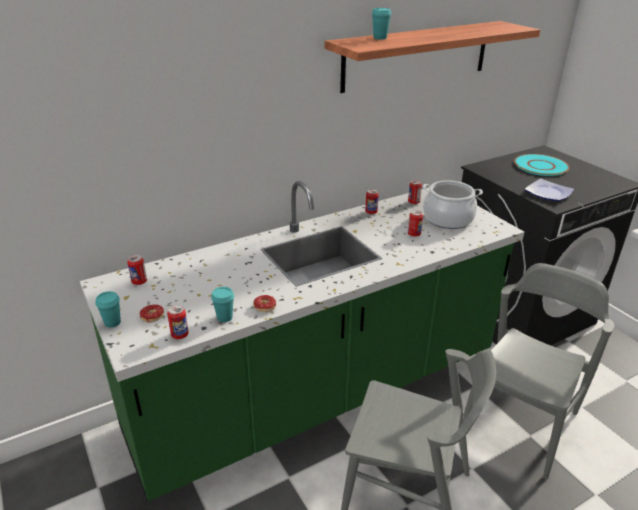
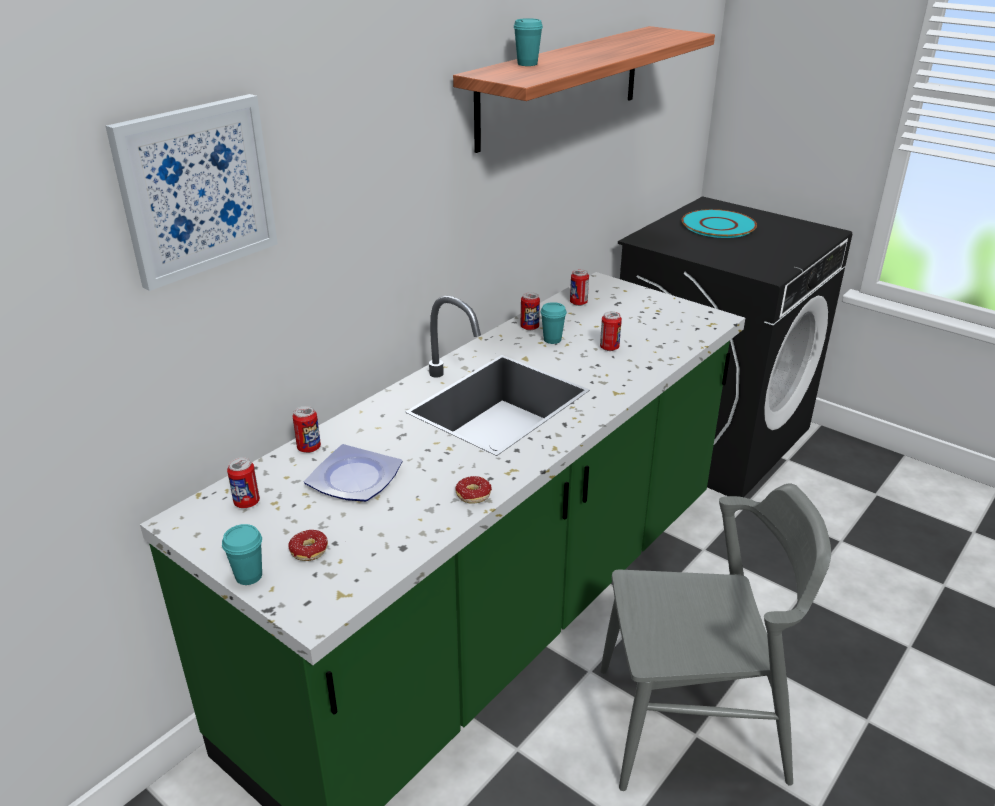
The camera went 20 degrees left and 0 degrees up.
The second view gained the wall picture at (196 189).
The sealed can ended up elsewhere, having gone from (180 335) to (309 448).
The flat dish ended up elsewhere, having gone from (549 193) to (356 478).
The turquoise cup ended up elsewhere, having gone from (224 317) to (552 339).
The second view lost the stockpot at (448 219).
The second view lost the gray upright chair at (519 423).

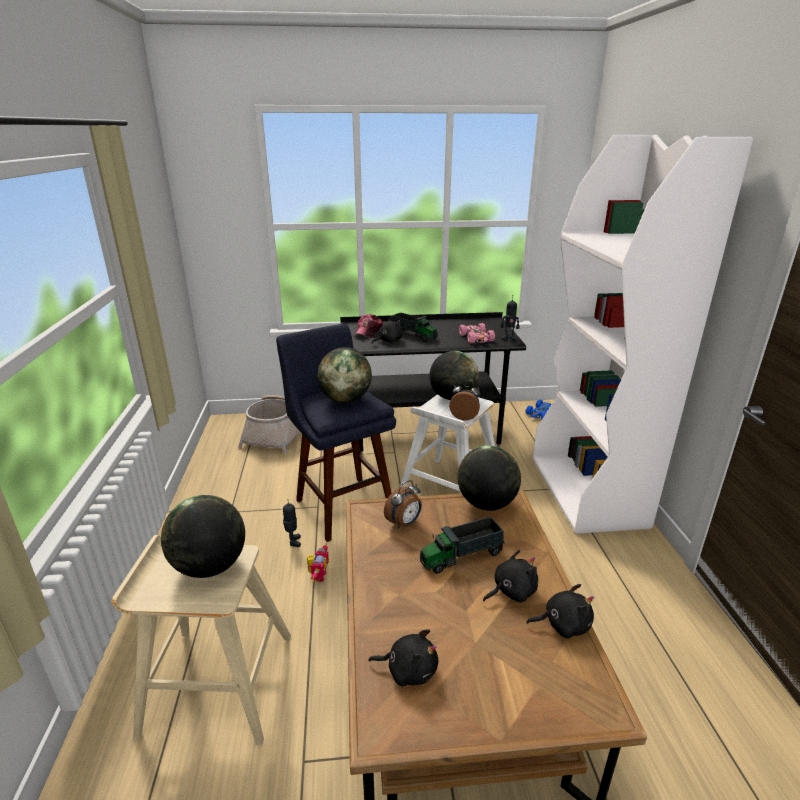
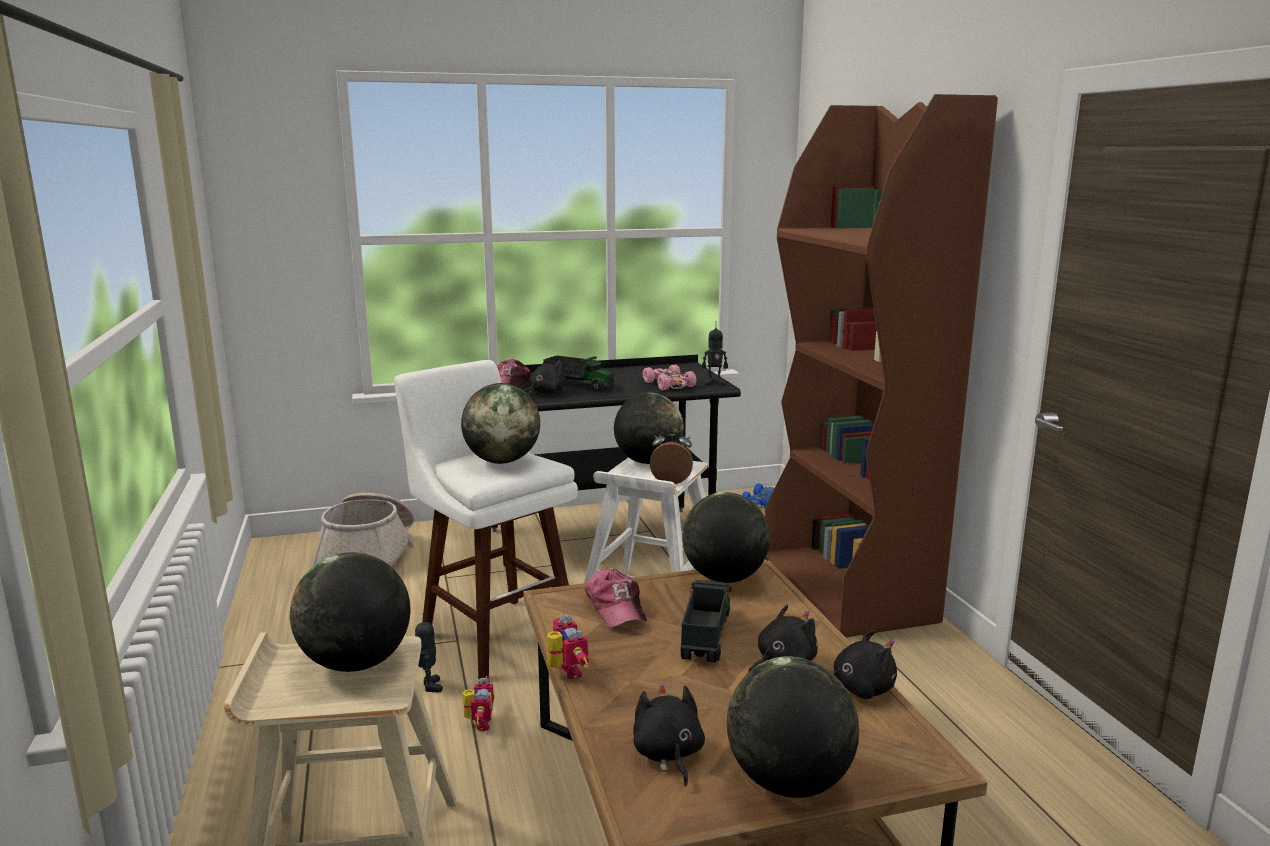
The camera went 10 degrees left and 10 degrees down.
What was the blue stool at (342 504) turned into the white-coloured stool at (494 633).
The second view gained the toy robot at (565 672).
Where the table clock stood at (404 523), the cap came to stand at (616 608).
The blackish plush toy at (409 670) ended up facing another way, 105 degrees counterclockwise from before.
The model truck at (461 556) ended up facing another way, 135 degrees clockwise from before.
The second view gained the world globe at (789 782).
What was the white-coloured bookshelf at (588 492) turned into the brown bookshelf at (847 589).

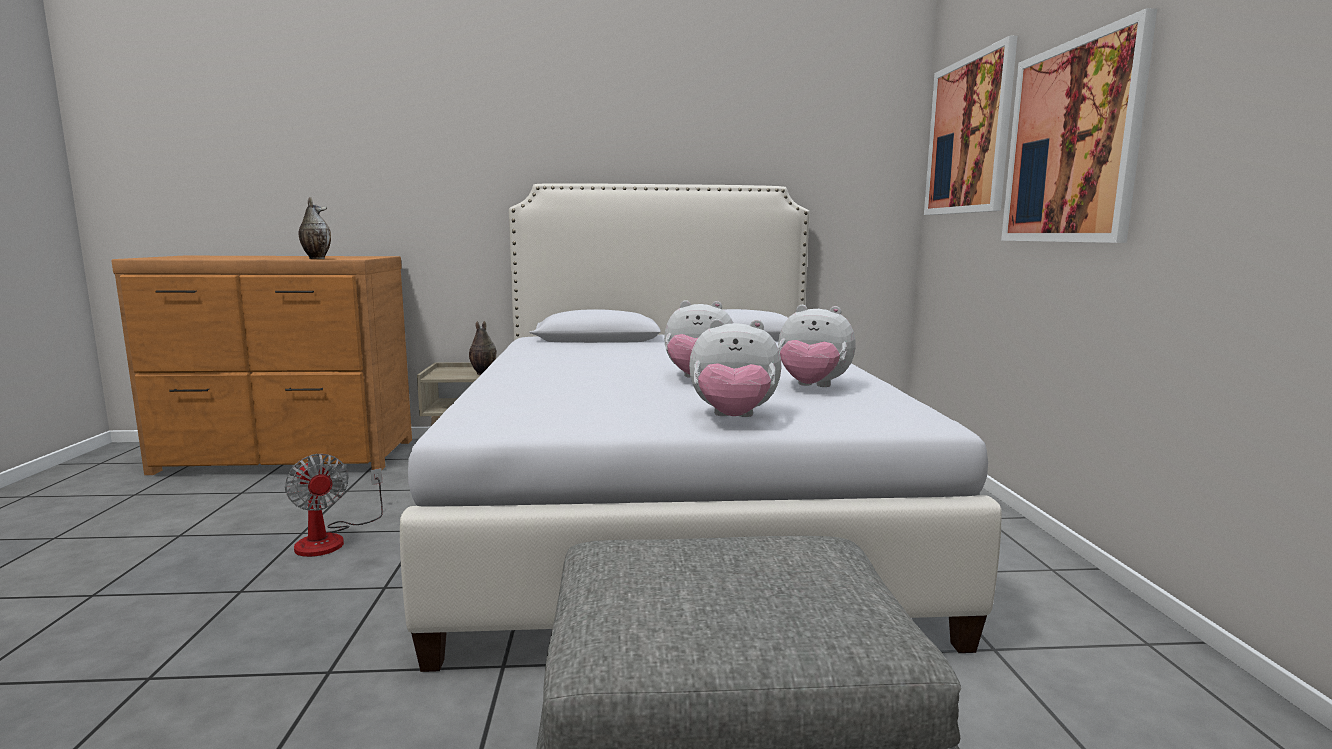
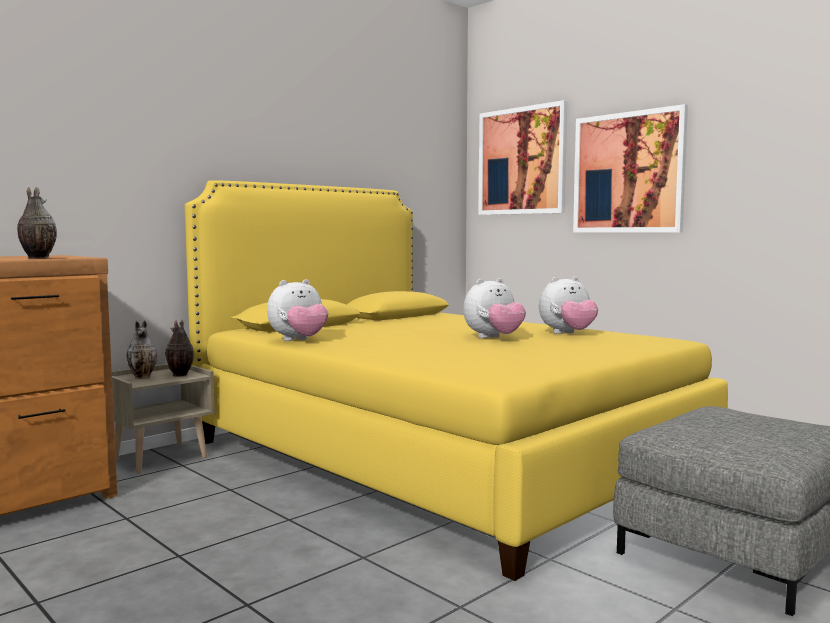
The camera went 40 degrees left and 5 degrees down.
The second view gained the vase at (143 377).
What was the white-coloured sleeping bed at (673 510) turned into the yellow-coloured sleeping bed at (438 456).
The plush toy ended up elsewhere, having gone from (733 418) to (299 340).
The second view lost the fan at (331 539).

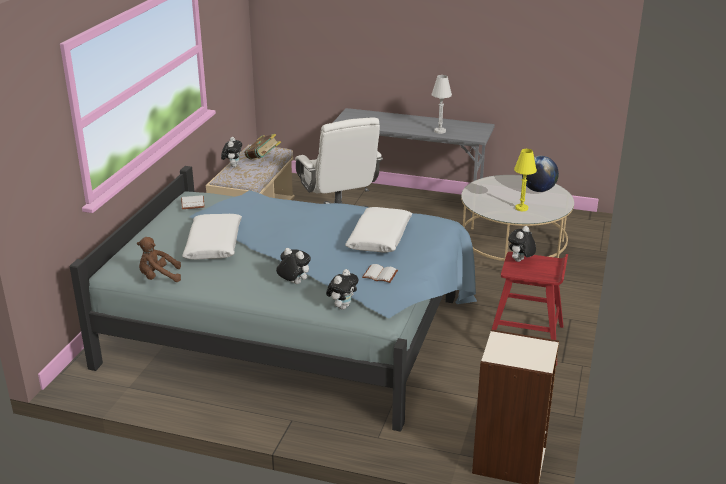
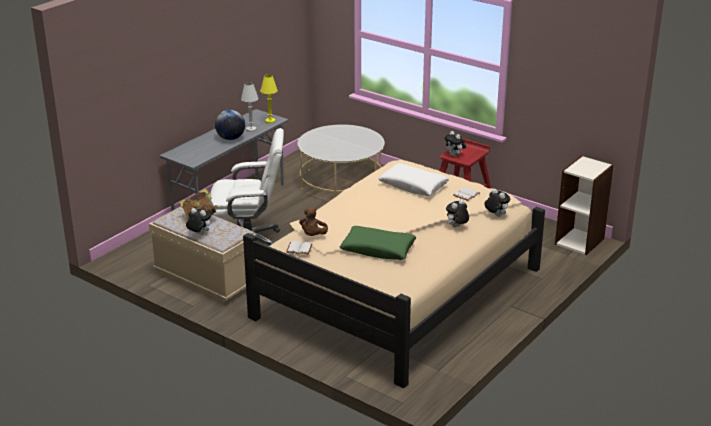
The camera went 70 degrees left and 0 degrees up.
The world globe ended up elsewhere, having gone from (538 190) to (230 138).
What was the blue sleeping bed at (294 326) turned into the beige sleeping bed at (395 287).
The yellow-coloured tabletop lamp ended up elsewhere, having gone from (521 208) to (270 121).
The brown plush toy ended up elsewhere, having gone from (159 277) to (313 235).
What was the white-coloured pillow at (214 244) turned into the green pillow at (378 249).

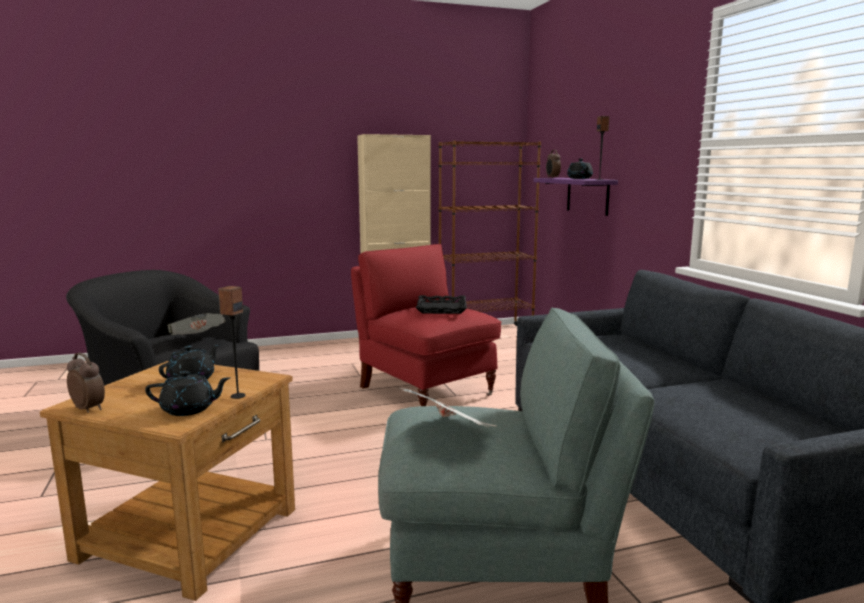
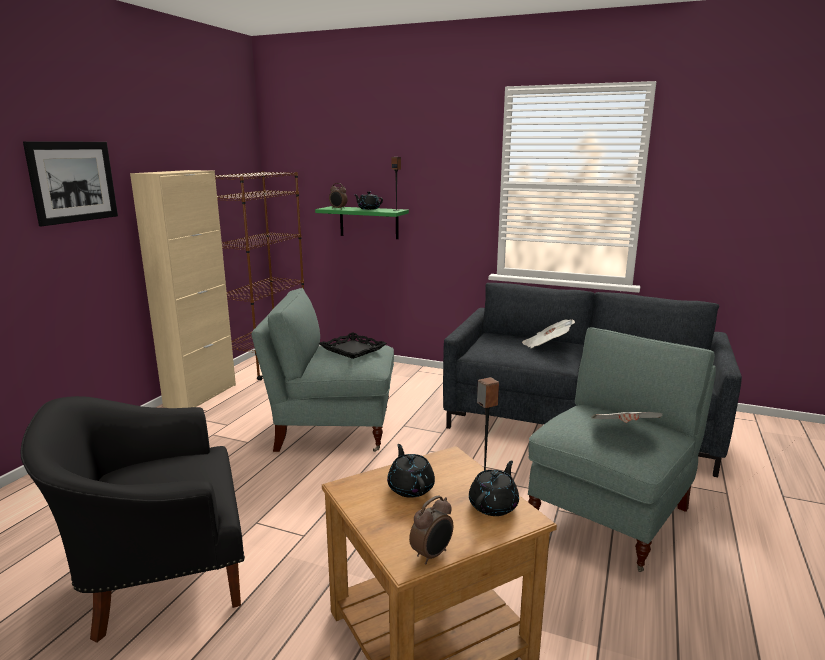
The camera went 50 degrees left and 5 degrees up.
The second view gained the wall picture at (73 182).
What was the red-coloured easy chair at (425 391) turned into the gray easy chair at (332 430).
What was the purplish bracket shelf at (587 195) turned into the green bracket shelf at (369 222).
The table clock at (89 409) ended up facing another way, 150 degrees clockwise from before.
The newspaper ended up elsewhere, having gone from (198 340) to (546 346).

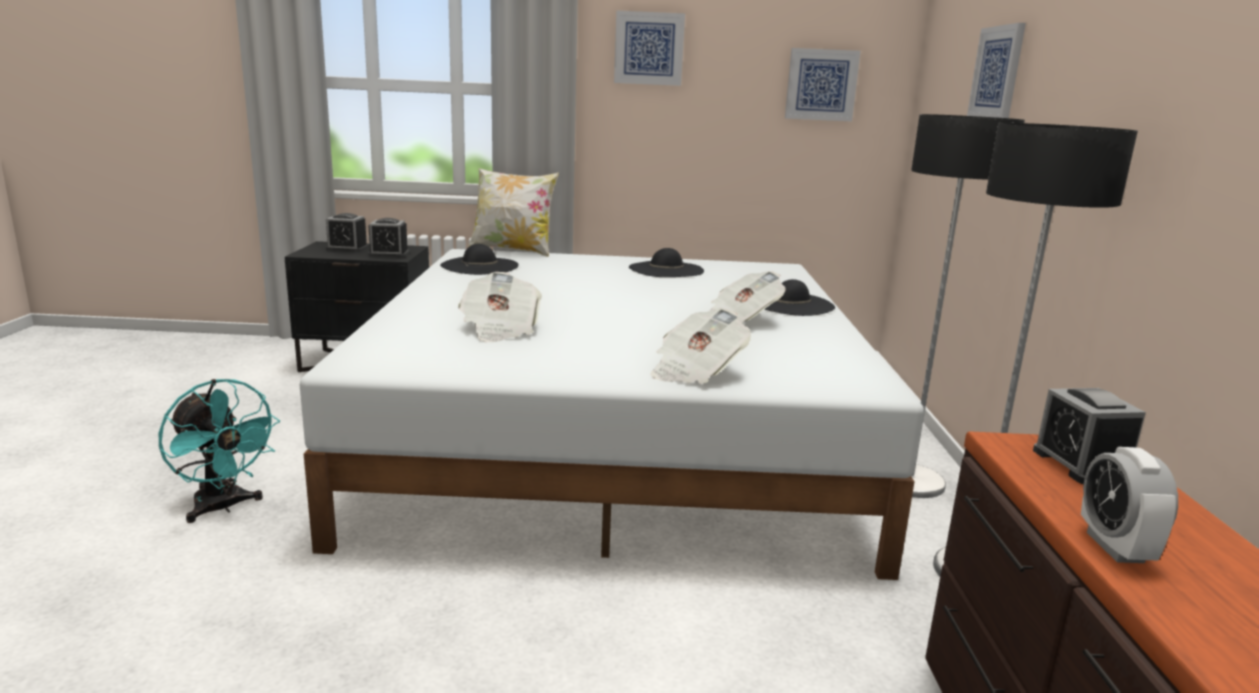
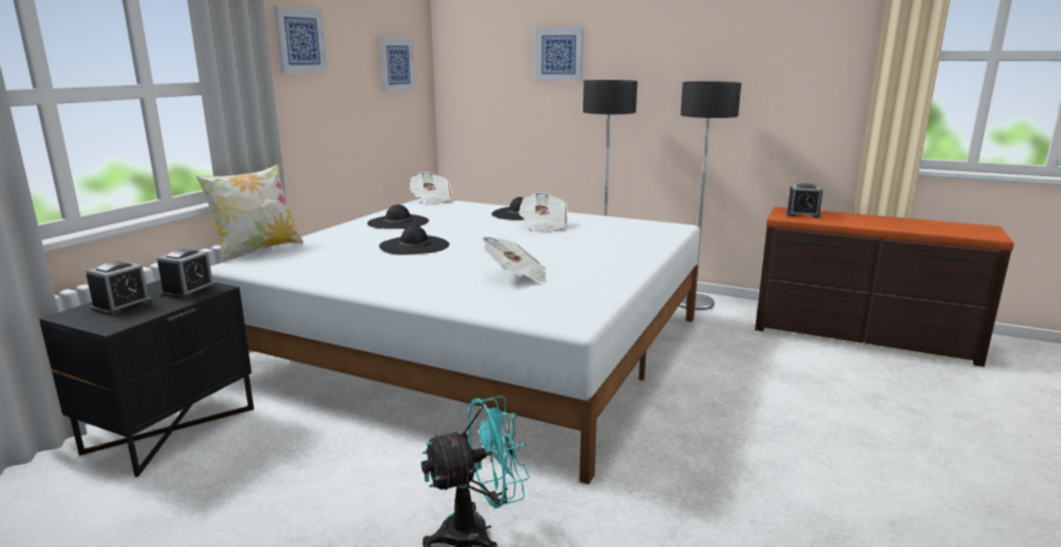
The camera went 65 degrees left and 0 degrees up.
The blackish hat ended up elsewhere, having gone from (479 266) to (414 245).
The newspaper ended up elsewhere, having gone from (695 372) to (431 201).
The second view lost the table clock at (1115 547).

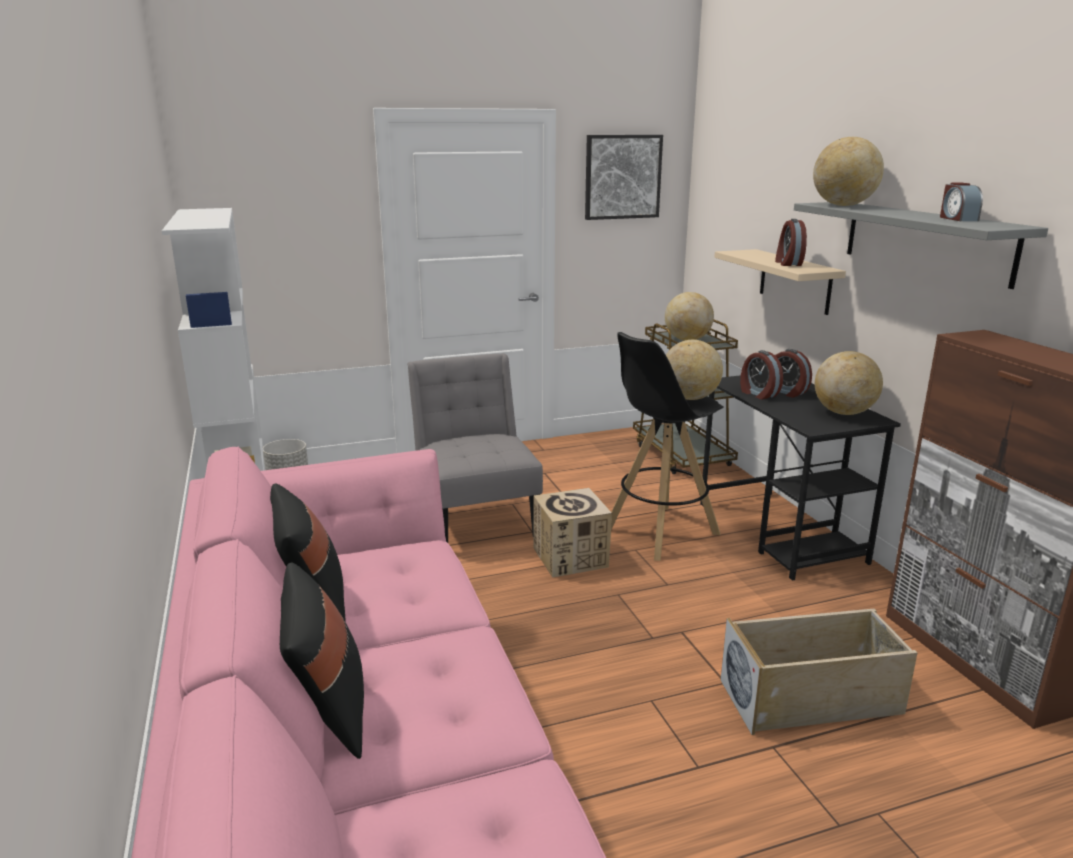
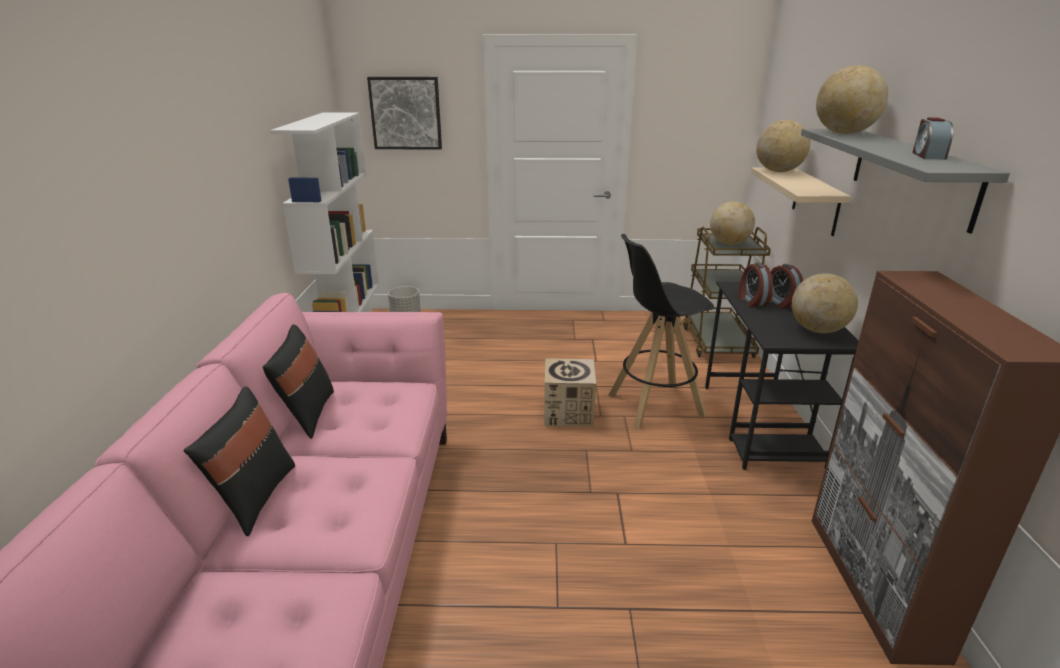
The camera went 20 degrees right and 5 degrees up.
The wall picture ended up elsewhere, having gone from (622 177) to (406 113).
The world globe ended up elsewhere, having gone from (690 398) to (778 171).
The second view lost the gray upright chair at (476 519).
The second view lost the beige storage bin at (811 697).
The second view lost the table clock at (788 263).

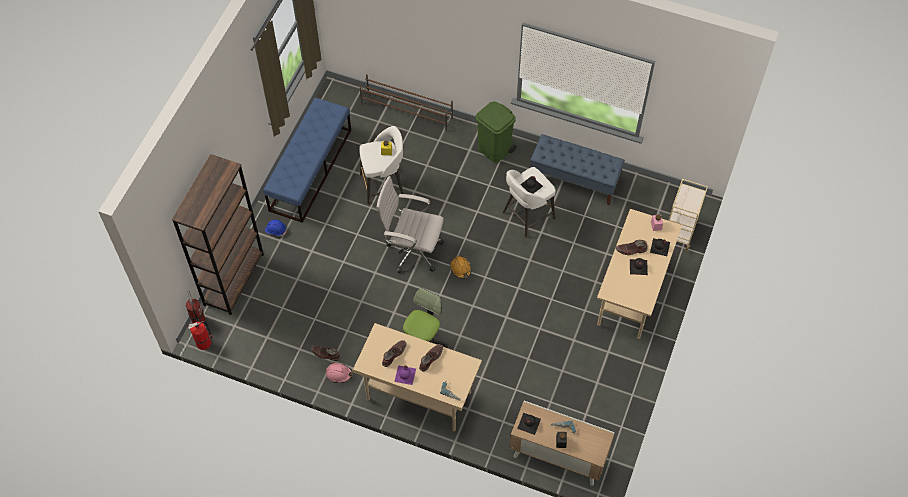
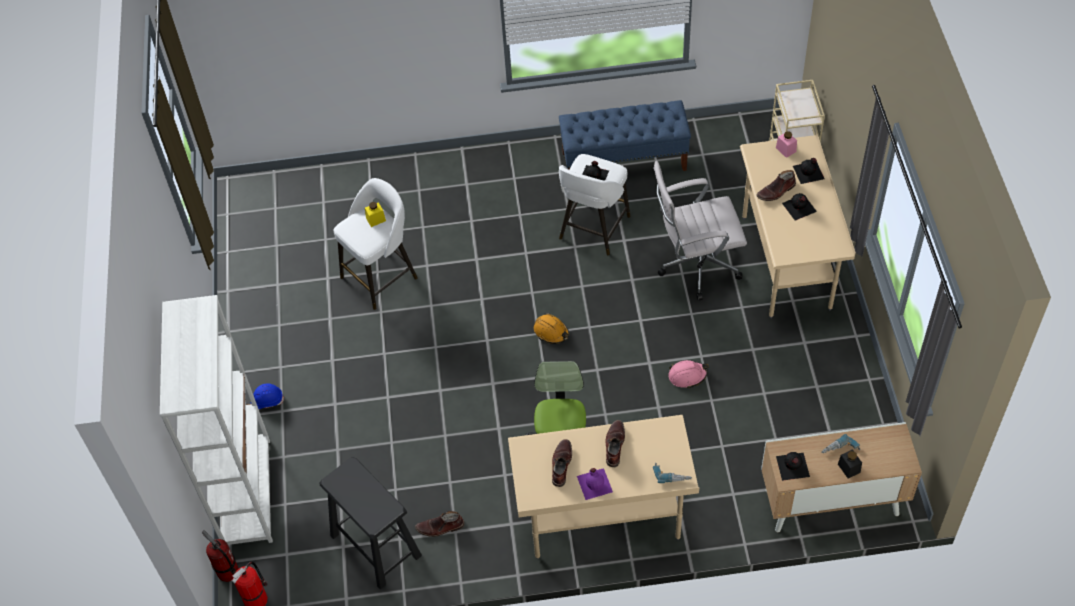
The camera went 25 degrees left and 5 degrees down.
What was the brown bookshelf at (234 279) turned into the white-coloured bookshelf at (247 493).
The second view gained the blackish stool at (375 545).
The white-coloured office chair ended up elsewhere, having gone from (412 250) to (695 267).
The pinkish safety helmet ended up elsewhere, having gone from (339 374) to (687 376).
The second view lost the blue long seat at (311 169).
The second view lost the brown shoe shelf at (407 111).
The second view lost the green rubbish bin at (494 150).

